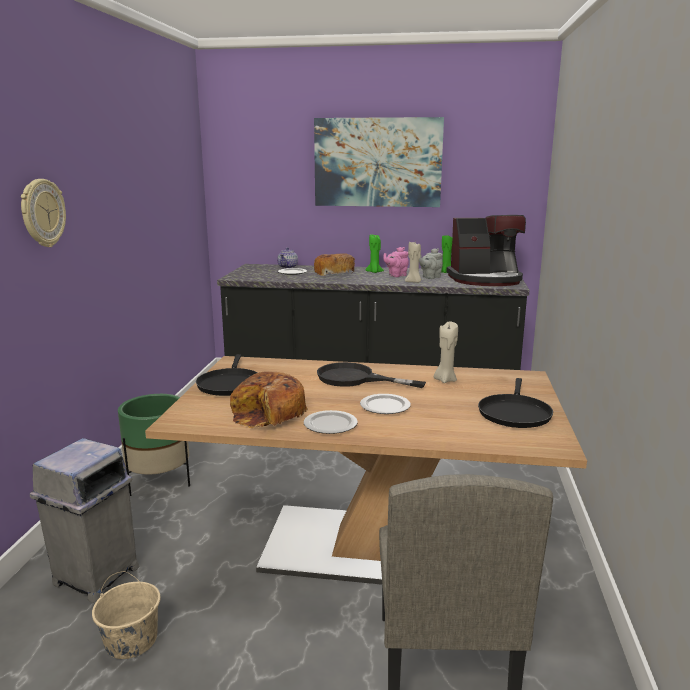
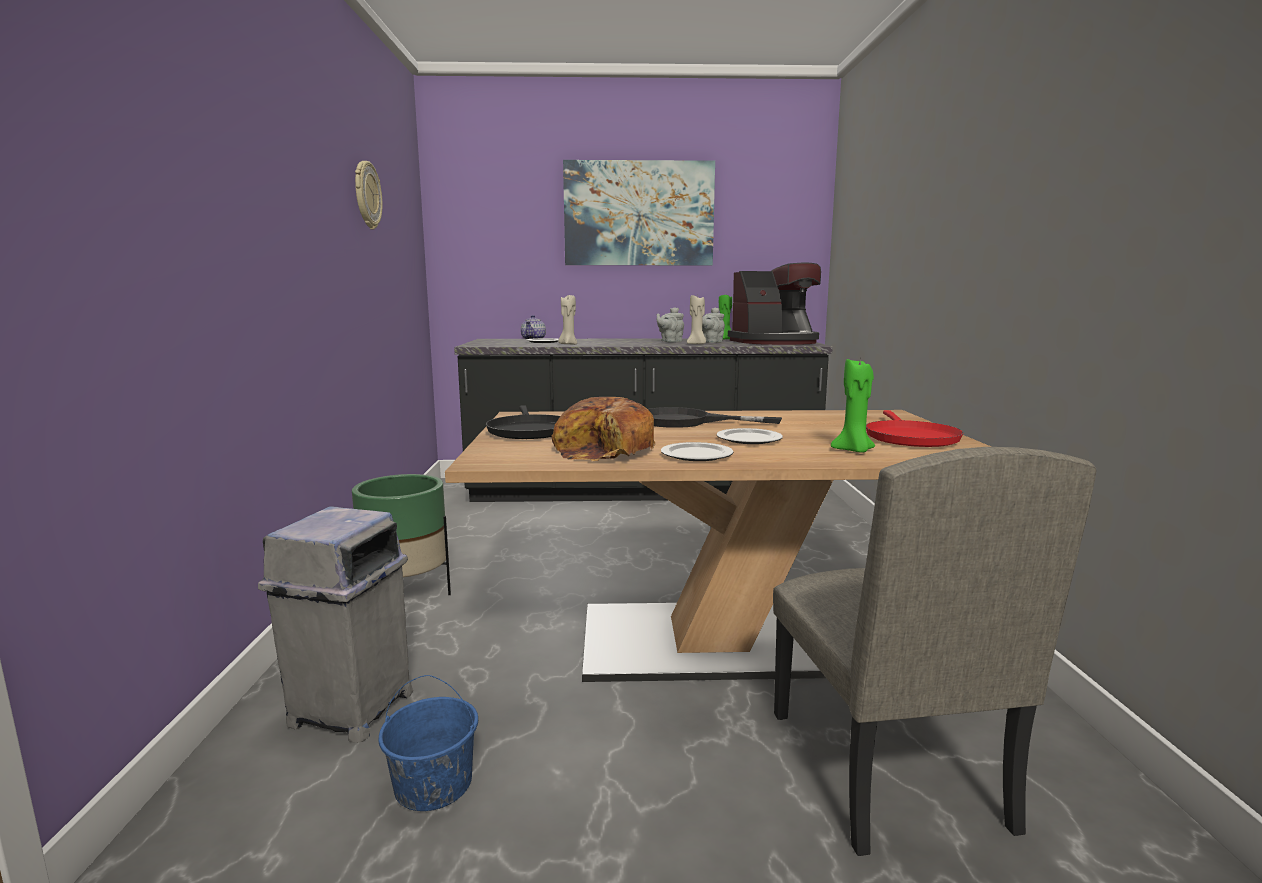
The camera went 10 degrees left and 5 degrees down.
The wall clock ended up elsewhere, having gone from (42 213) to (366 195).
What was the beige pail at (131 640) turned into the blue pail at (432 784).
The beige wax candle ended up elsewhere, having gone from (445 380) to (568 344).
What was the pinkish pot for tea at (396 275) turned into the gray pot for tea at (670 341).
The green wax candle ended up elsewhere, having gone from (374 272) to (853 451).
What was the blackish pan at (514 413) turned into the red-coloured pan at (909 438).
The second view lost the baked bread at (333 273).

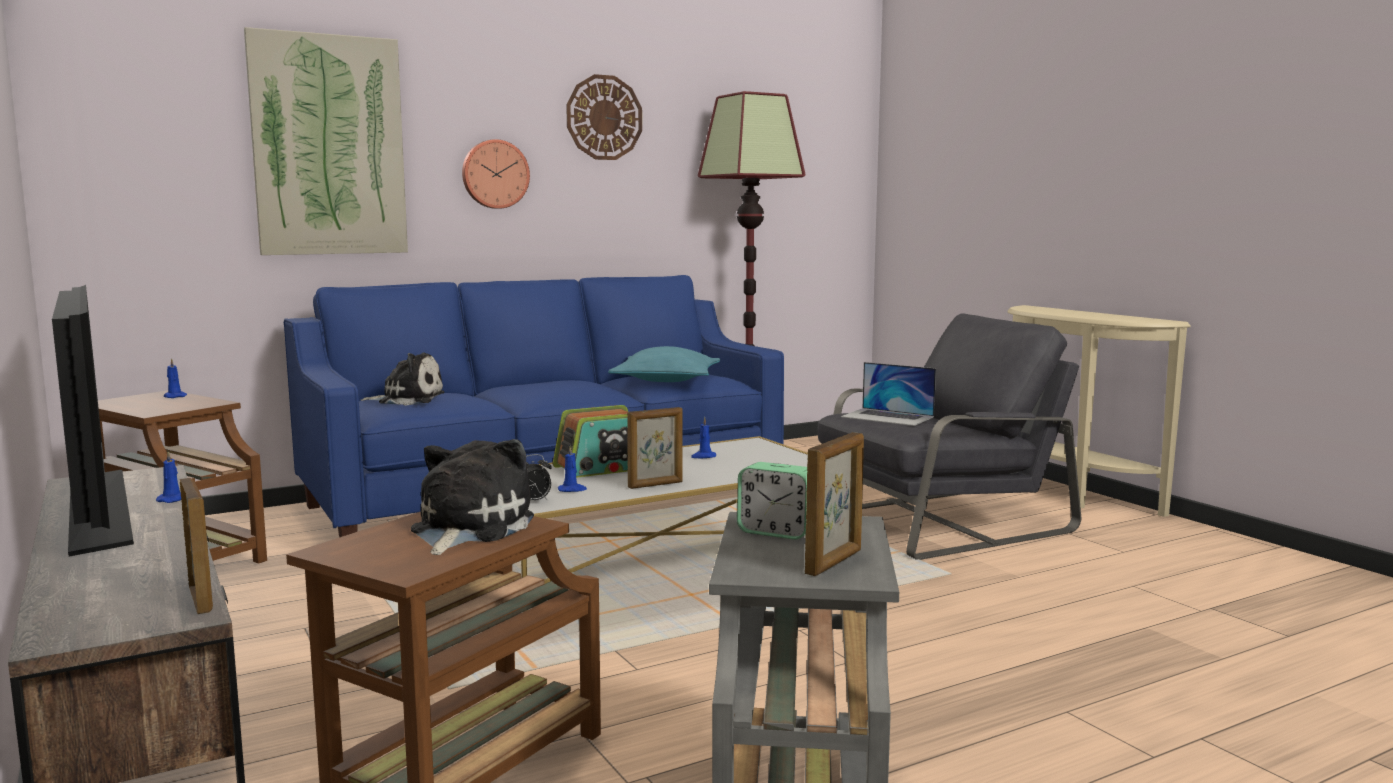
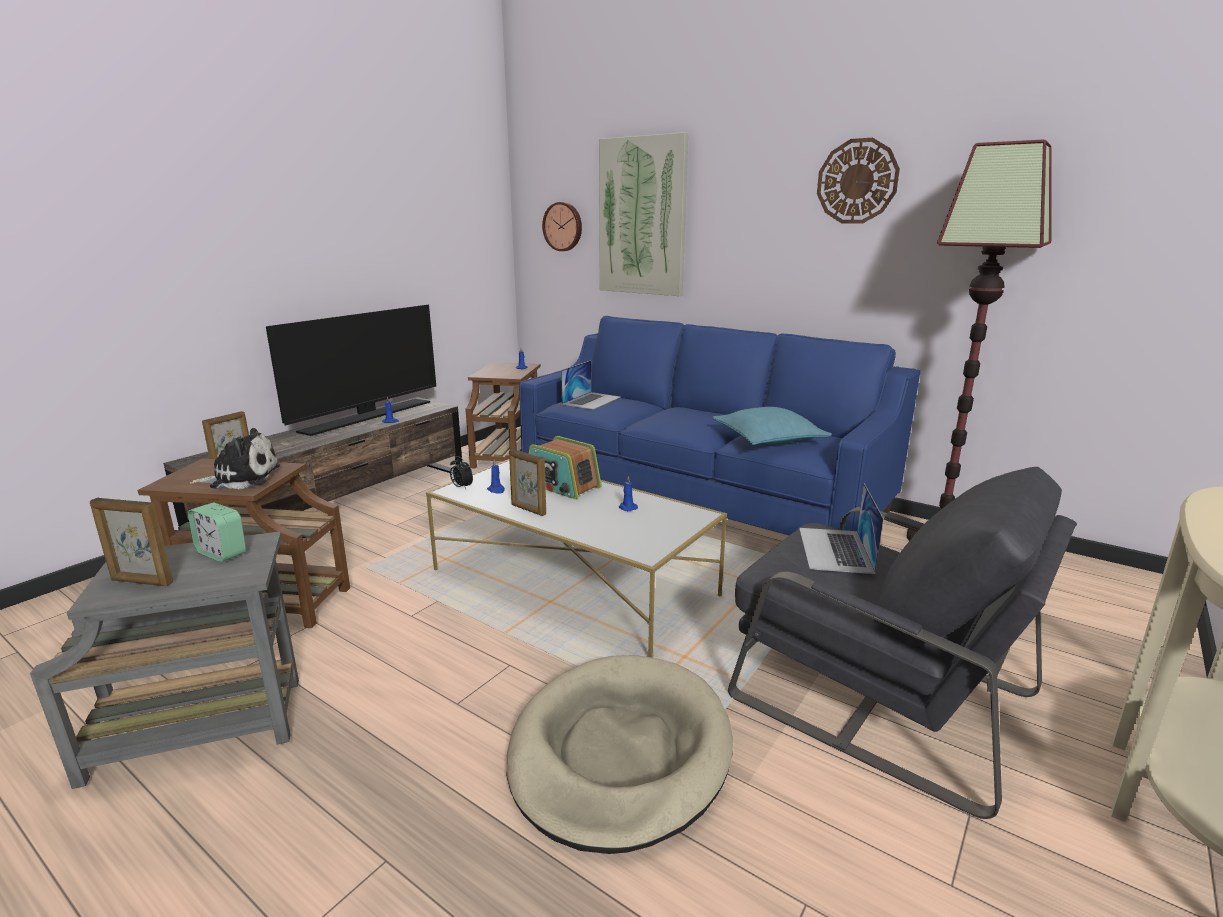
The camera went 65 degrees right and 10 degrees up.
The table clock at (776 532) ended up facing another way, 60 degrees counterclockwise from before.
The second view gained the beige dog bed at (620 753).
The wall clock ended up elsewhere, having gone from (495 174) to (563 226).
Where the plush toy stood at (408 399), the laptop came to stand at (591 400).

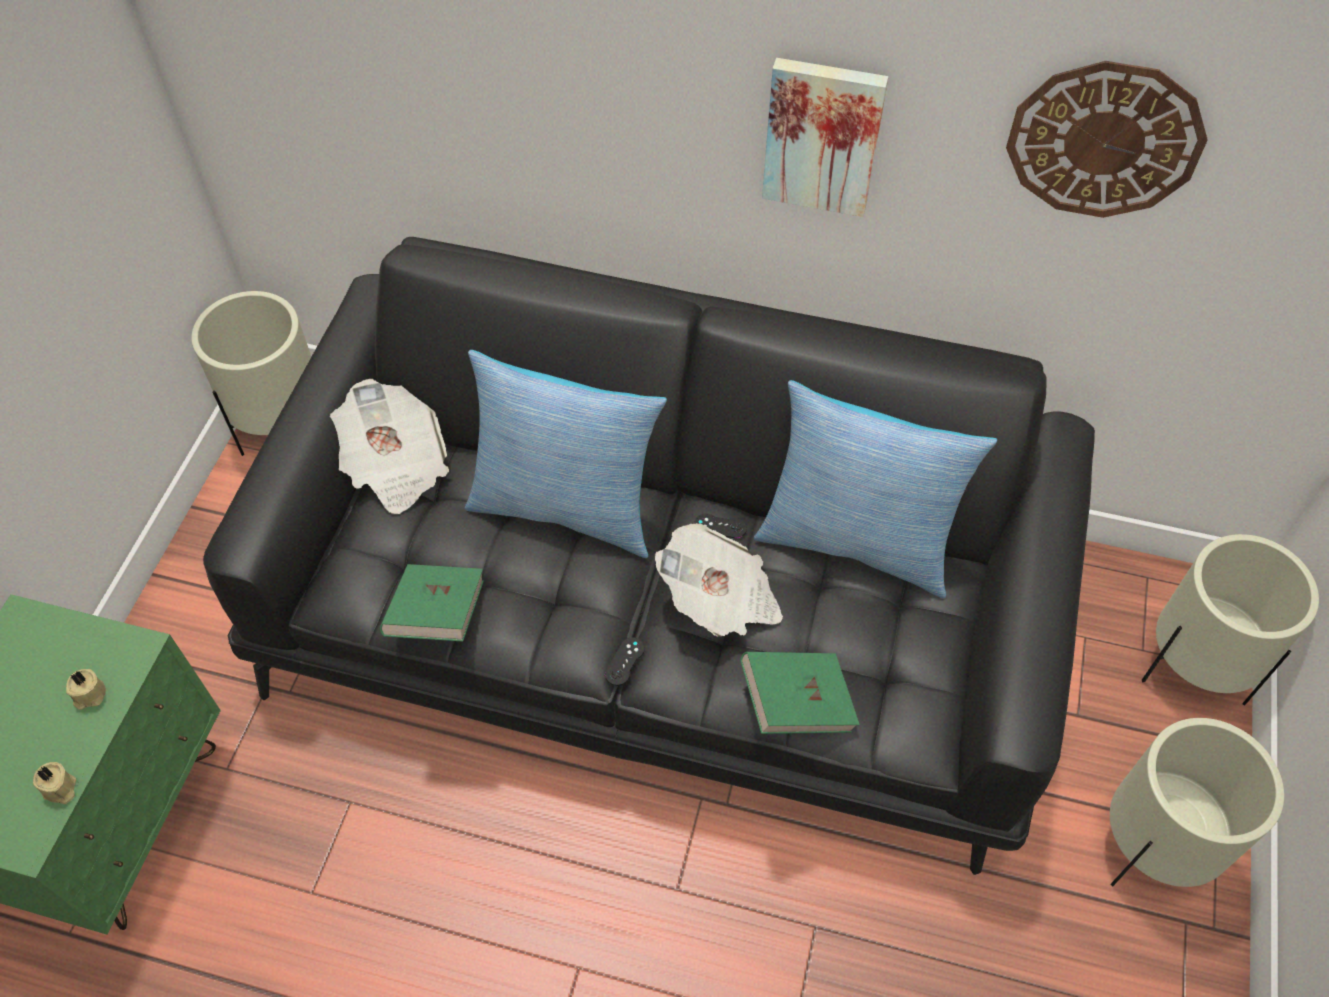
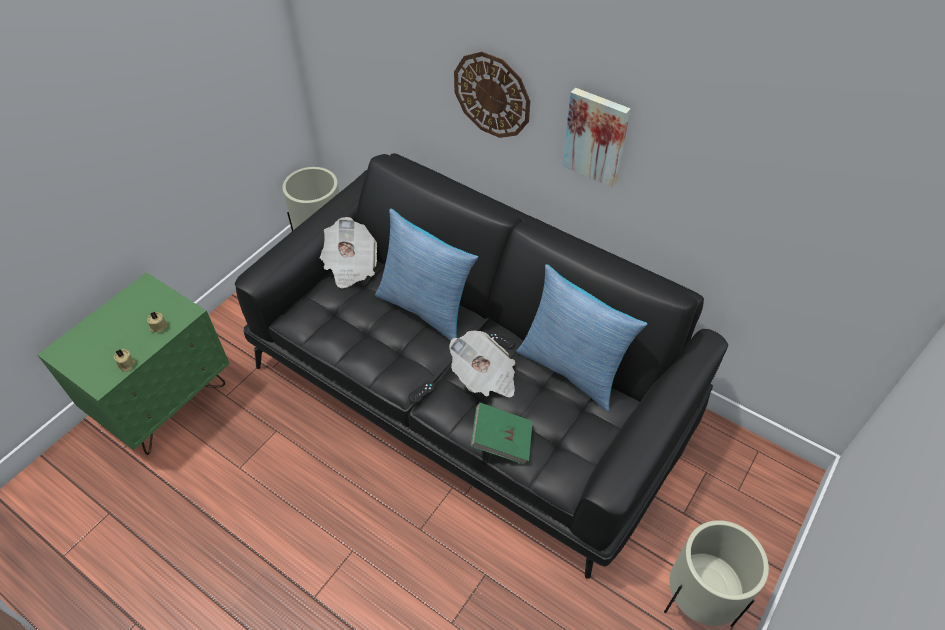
The camera went 20 degrees right and 5 degrees down.
The wall clock ended up elsewhere, having gone from (1104 140) to (492 95).
The second view lost the green bound book at (437 615).
The second view lost the beige planter at (1194 668).

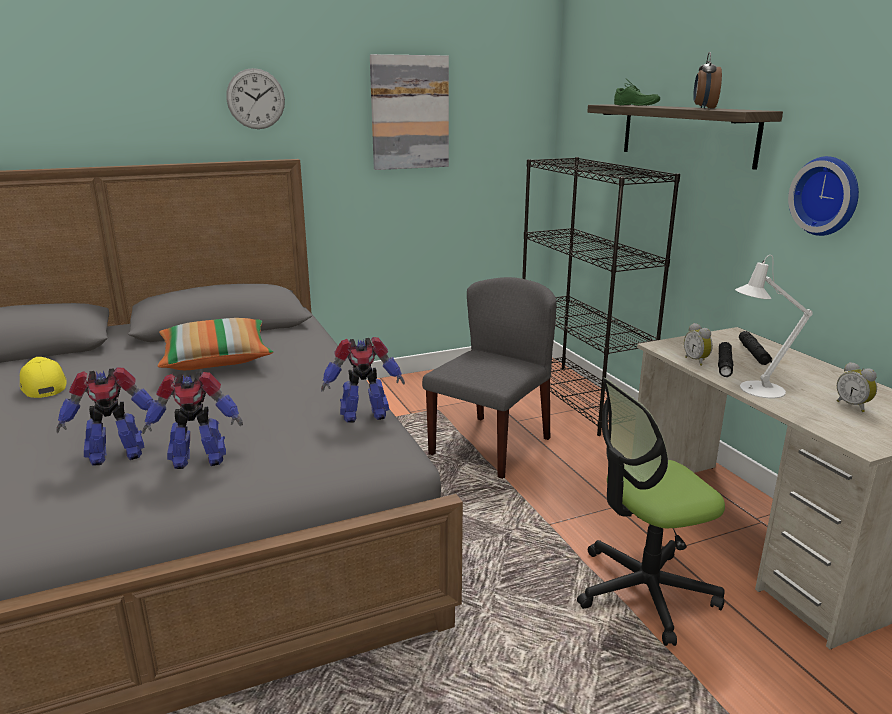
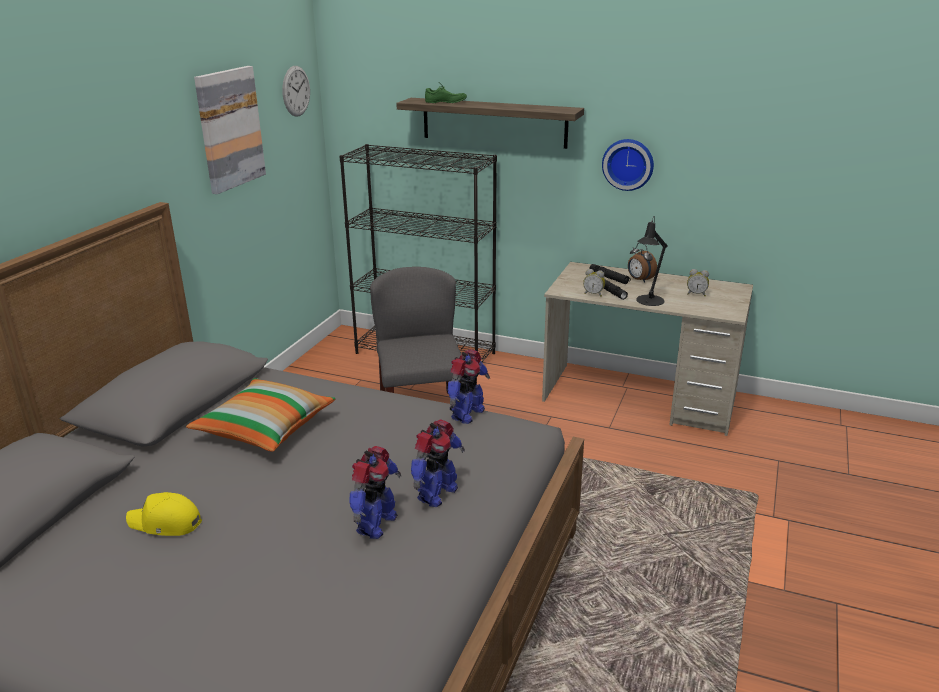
The camera went 45 degrees left and 5 degrees up.
The wall clock ended up elsewhere, having gone from (256 99) to (296 91).
The table clock ended up elsewhere, having gone from (704 108) to (639 280).
What was the white-coloured tabletop lamp at (756 390) turned into the blackish tabletop lamp at (648 301).
The second view lost the office chair at (644 591).

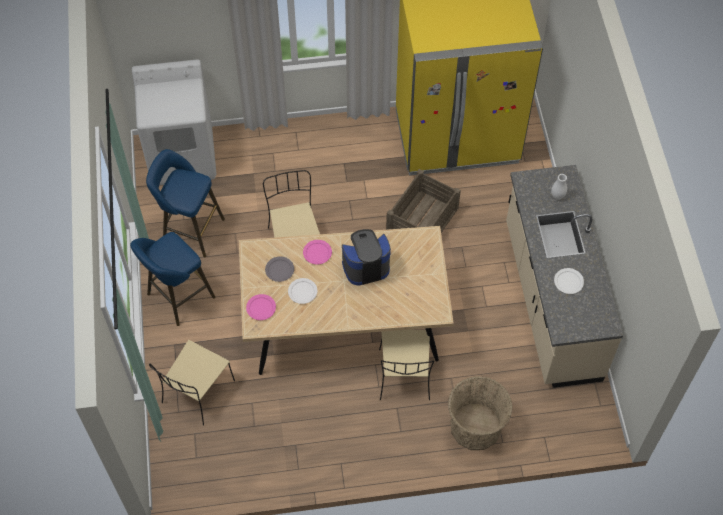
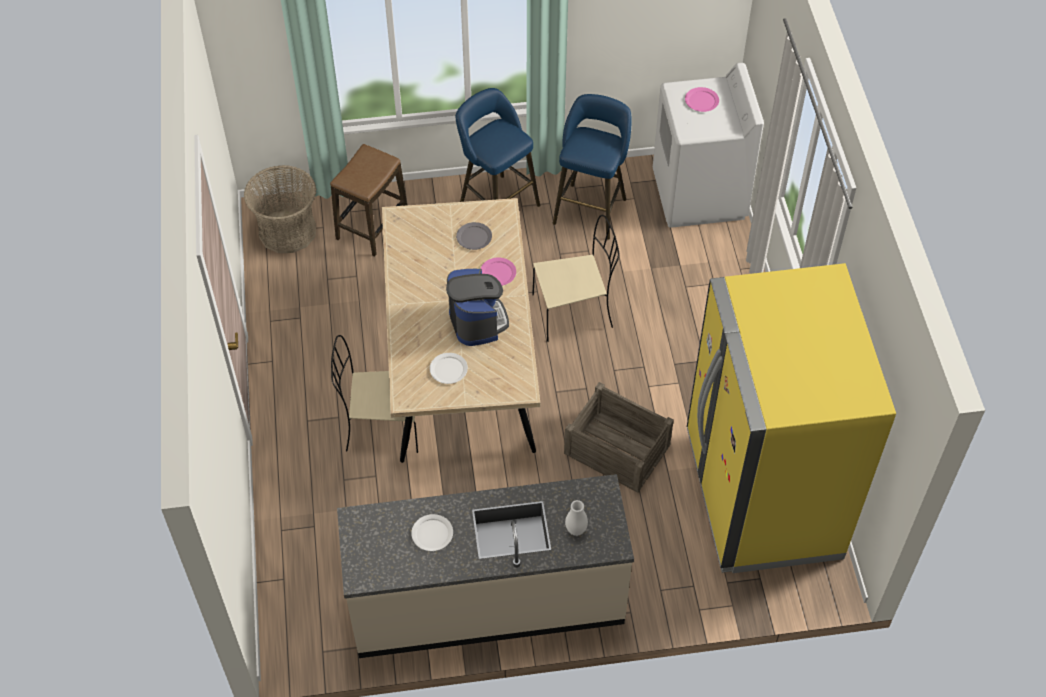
The camera went 90 degrees right and 5 degrees down.
The storage basket ended up elsewhere, having gone from (475 426) to (287 231).
Where the beige upright chair stood at (197 393), the stool came to stand at (372 226).
The white-coloured flat dish ended up elsewhere, having gone from (302 292) to (448 369).
The pinkish flat dish ended up elsewhere, having gone from (261 308) to (701 101).

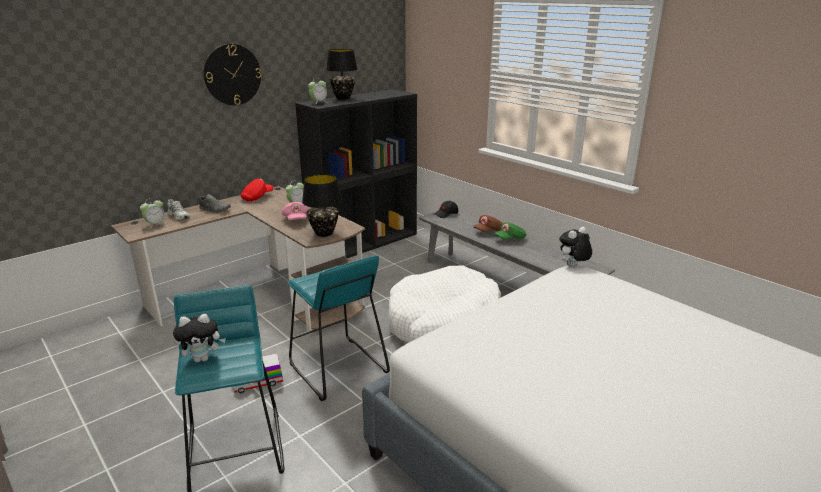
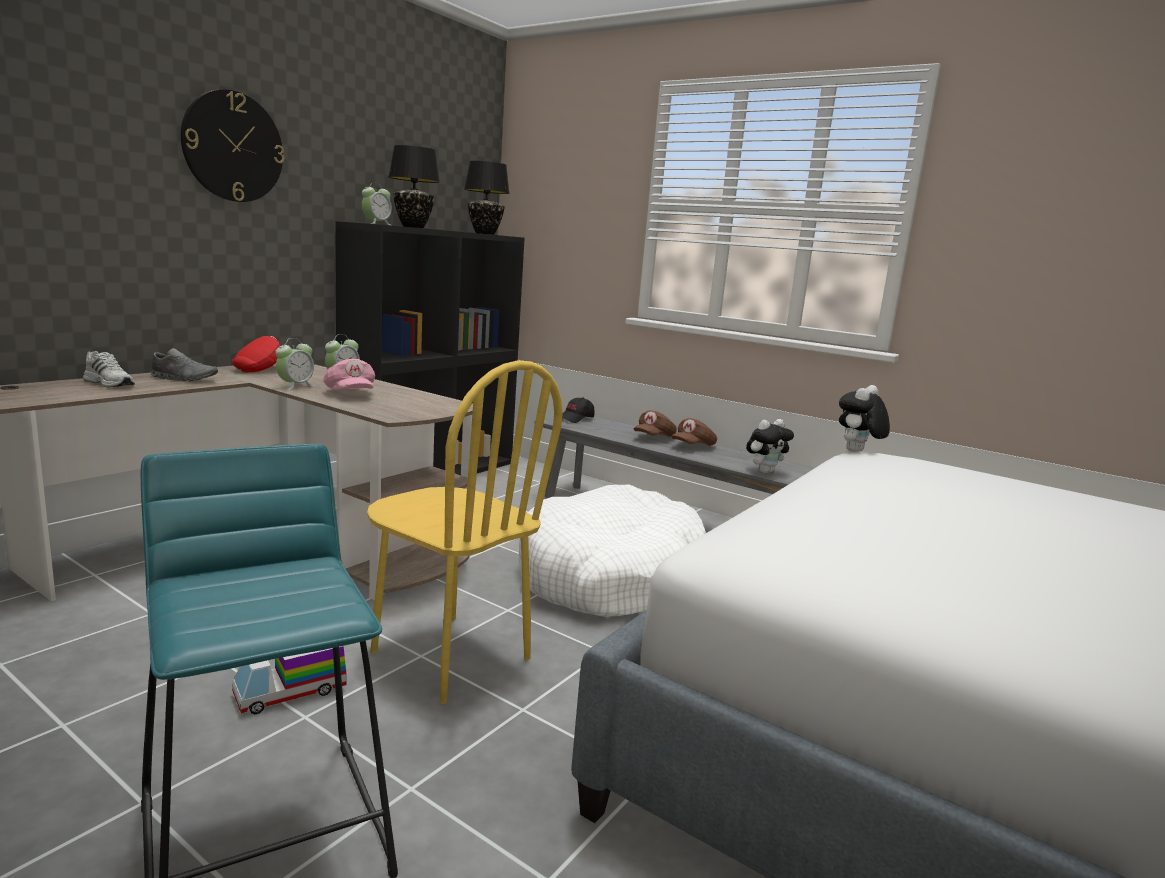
The camera went 15 degrees left and 10 degrees down.
The table clock ended up elsewhere, having gone from (155 224) to (295 386).
Where the turquoise stool stood at (337 368), the yellow-coloured upright chair came to stand at (449 656).
The blackish tabletop lamp ended up elsewhere, having gone from (324 233) to (484 234).
What was the green cap at (510 239) turned into the brown cap at (693 446).
The plush toy ended up elsewhere, having gone from (203 358) to (765 471).

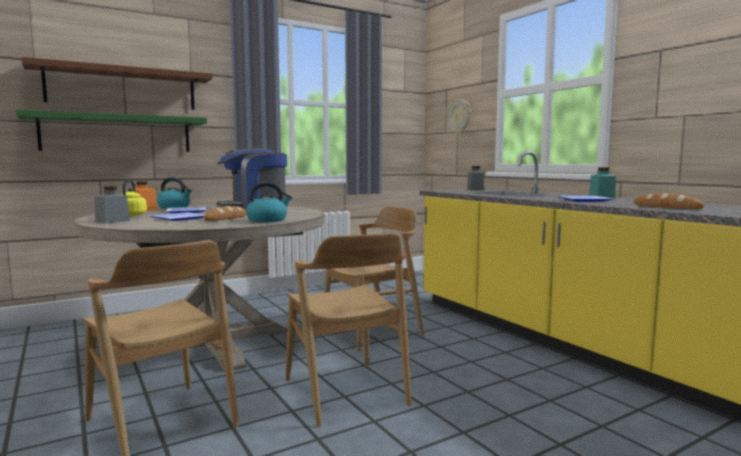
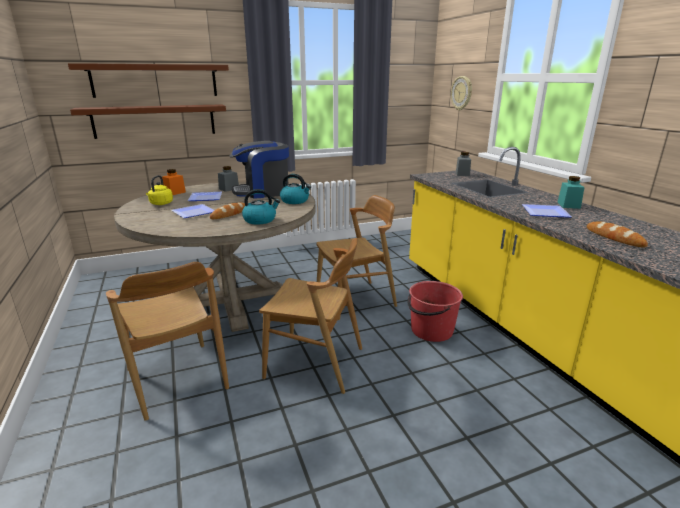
The camera went 10 degrees right and 15 degrees up.
What was the green bracket shelf at (117 133) turned into the brown bracket shelf at (155 121).
The gray preserve jar ended up elsewhere, having gone from (112 221) to (229 189).
The brown upright chair at (345 392) ended up facing another way, 60 degrees counterclockwise from before.
The kettle ended up elsewhere, having gone from (174 207) to (295 201).
The second view gained the red-coloured pail at (431 330).

